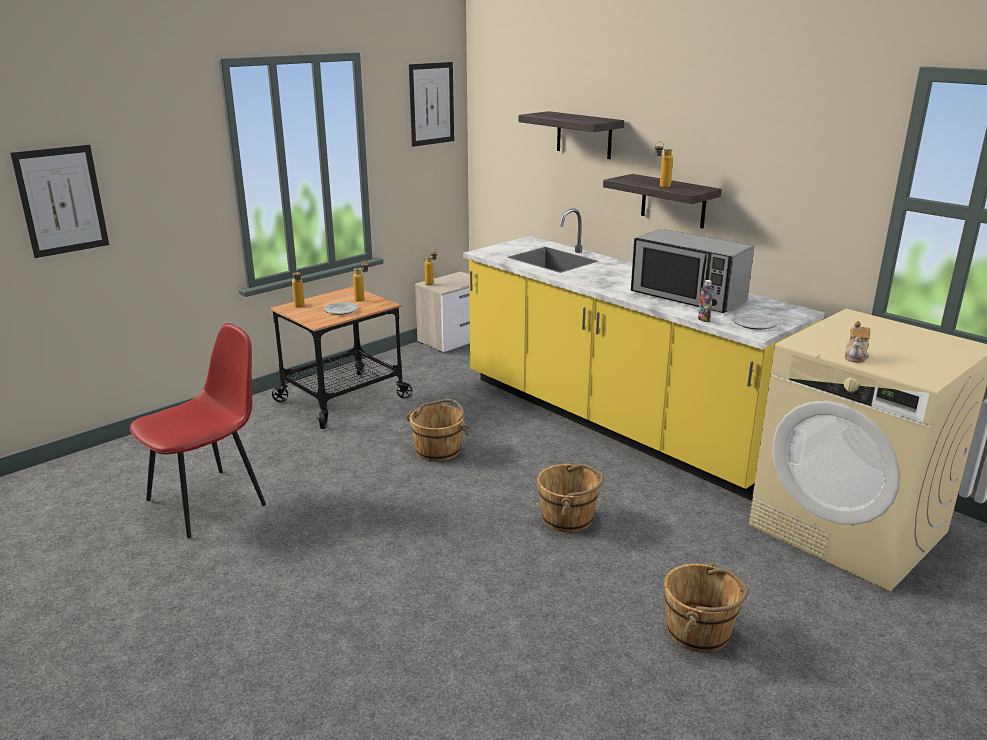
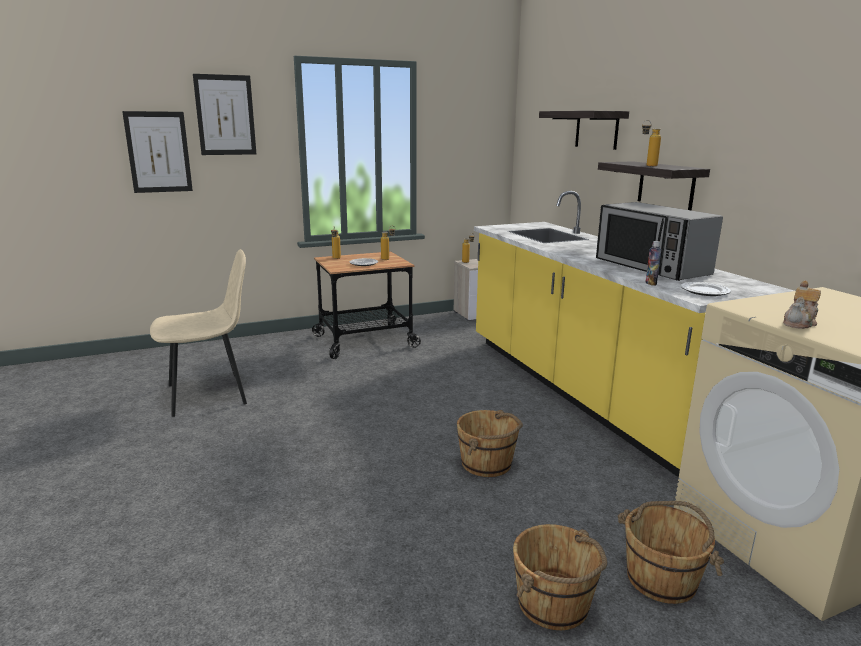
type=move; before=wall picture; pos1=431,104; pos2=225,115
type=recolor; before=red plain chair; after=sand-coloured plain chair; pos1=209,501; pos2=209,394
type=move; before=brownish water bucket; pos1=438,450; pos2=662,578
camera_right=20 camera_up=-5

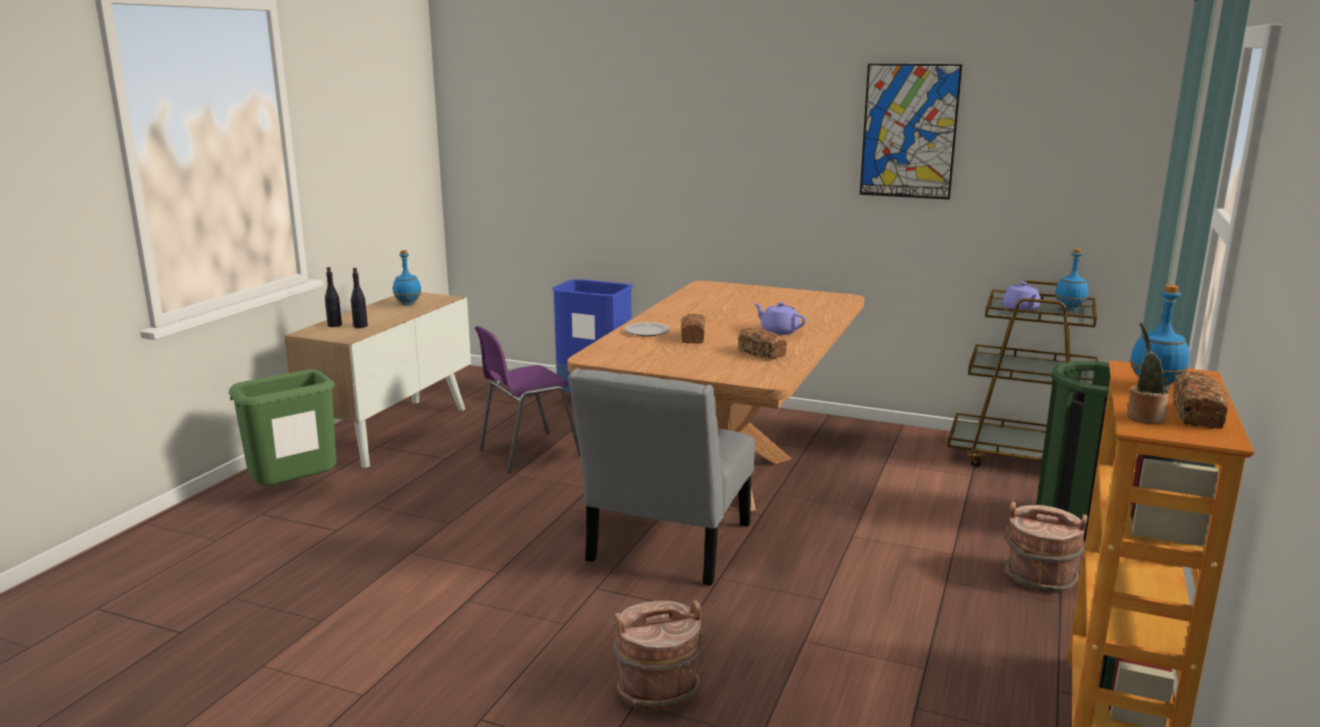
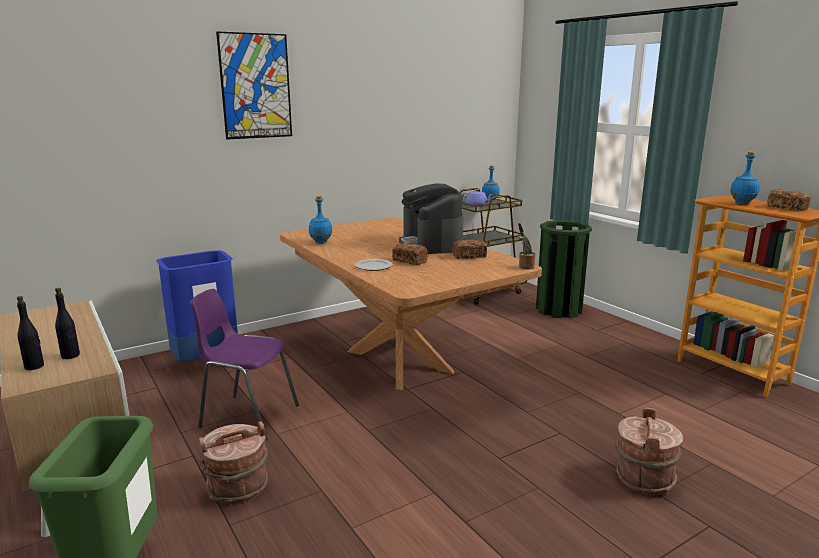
type=move; before=wall picture; pos1=909,131; pos2=255,86
type=move; before=blue-coloured drink bottle; pos1=408,304; pos2=320,242
type=replace; before=purplish tea pot; after=coffee machine; pos1=779,331; pos2=431,244
type=move; before=houseplant; pos1=1143,417; pos2=525,267
type=rotate; before=purplish plain chair; pos1=527,453; pos2=247,416; turn=105
type=delete; before=gray plain chair; pos1=666,547
type=move; before=brownish water bucket; pos1=1039,577; pos2=238,488
camera_right=-55 camera_up=0

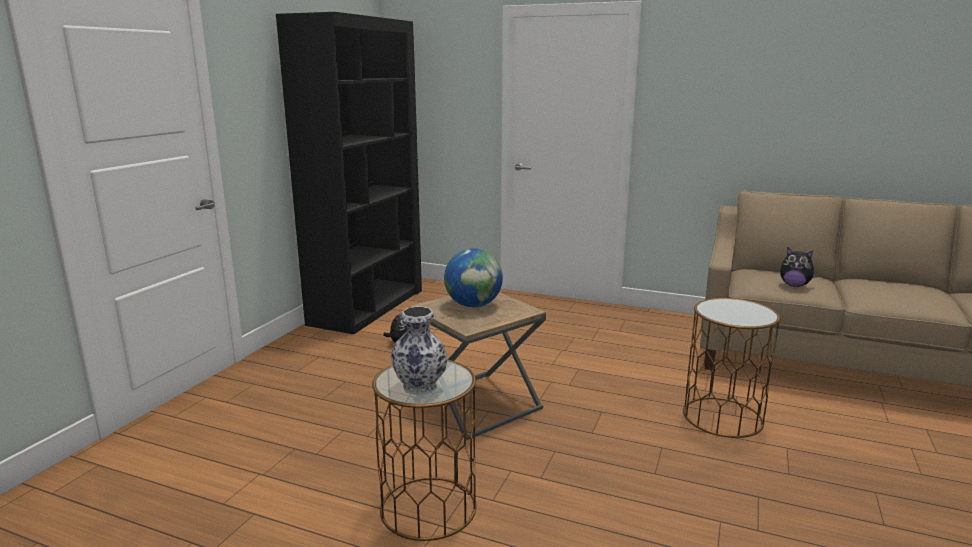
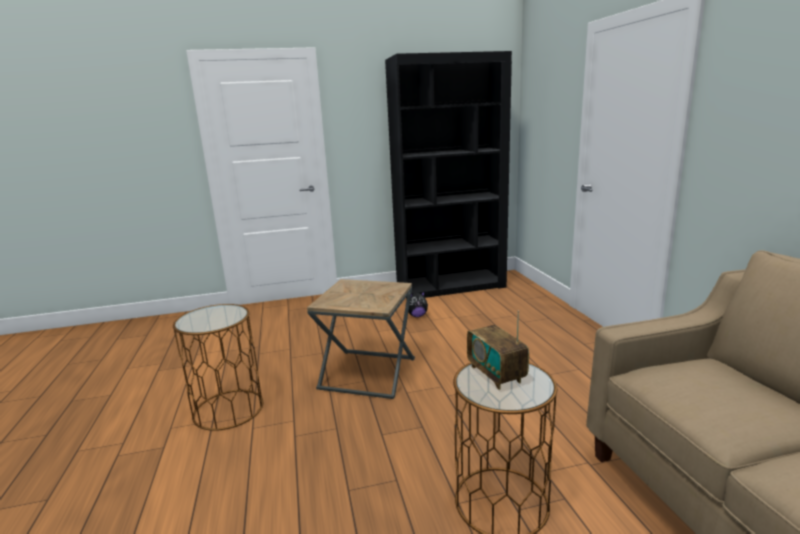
type=delete; before=desk globe; pos1=473,305
type=delete; before=plush toy; pos1=794,285
type=delete; before=flower vase; pos1=419,386
type=insert; after=radio set; pos2=496,374
camera_right=55 camera_up=0

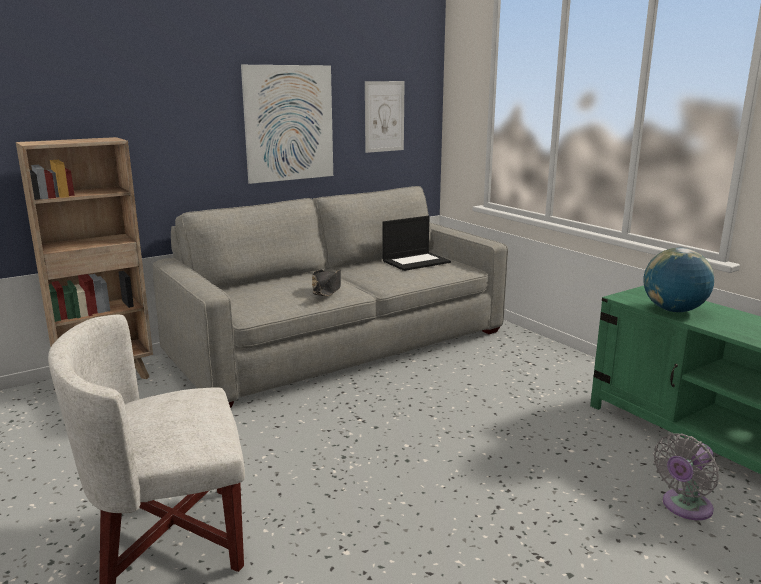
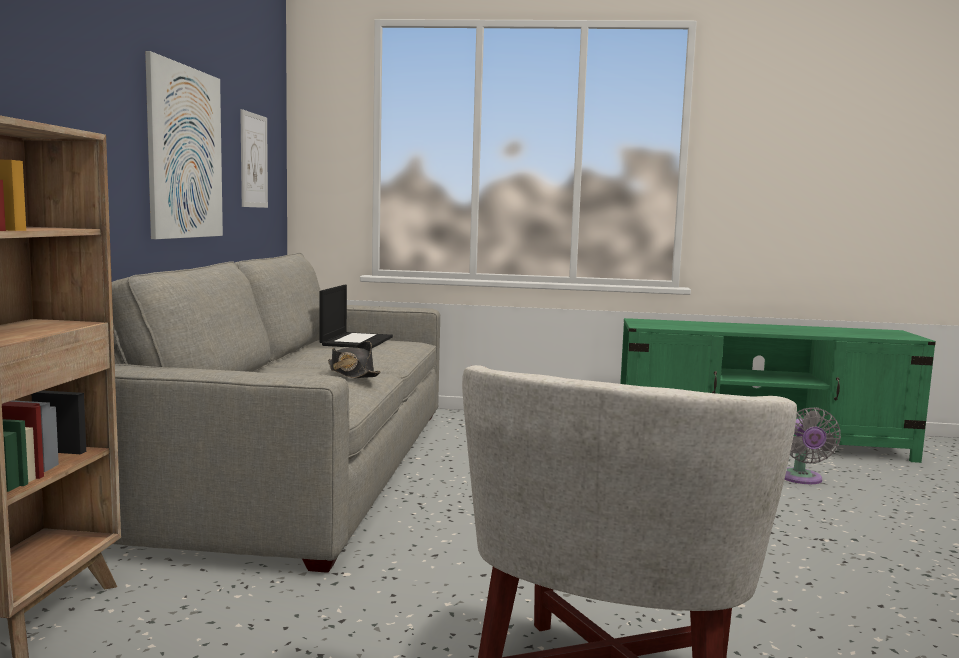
type=delete; before=desk globe; pos1=673,310
camera_right=-50 camera_up=-10

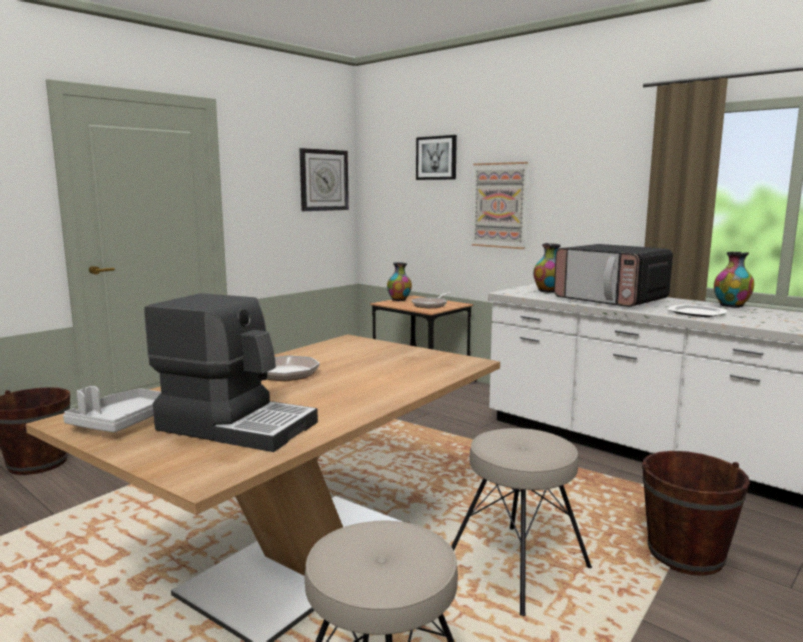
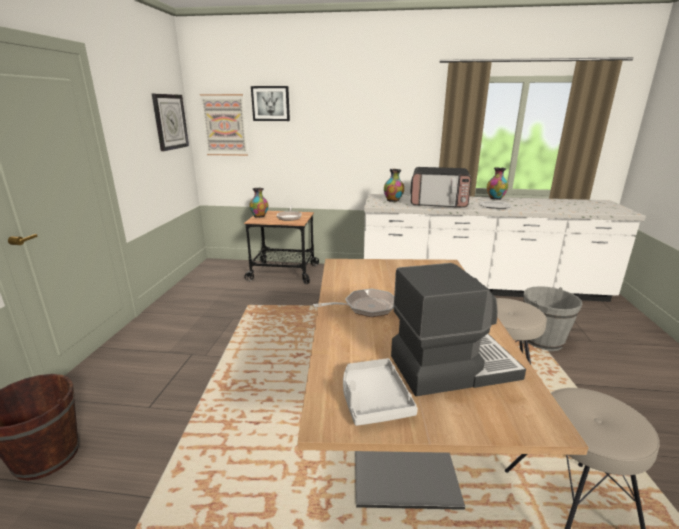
type=move; before=wall picture; pos1=499,205; pos2=225,125
type=recolor; before=brownish water bucket; after=gray water bucket; pos1=685,555; pos2=542,340
camera_right=-35 camera_up=10

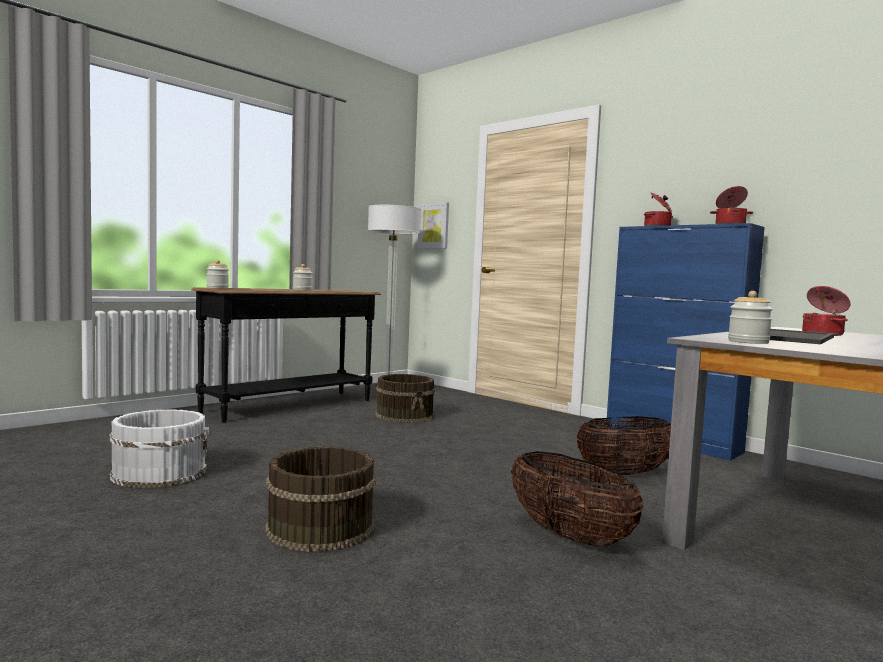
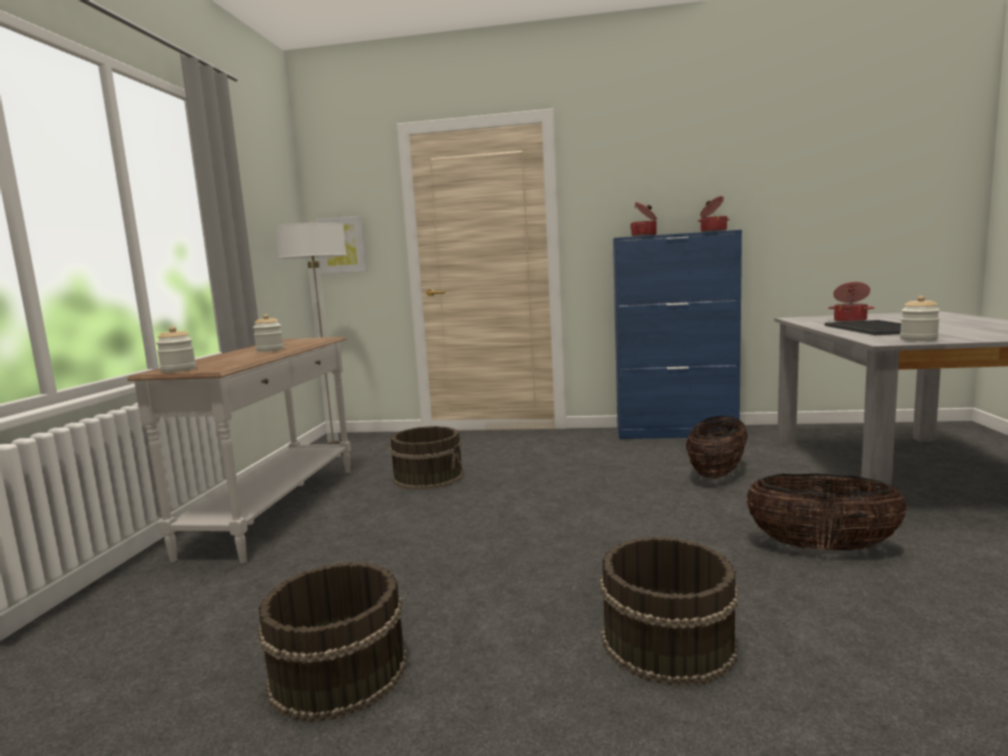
type=recolor; before=black-coloured hall table; after=whitish hall table; pos1=290,406; pos2=278,509
type=recolor; before=whitish water bucket; after=brownish water bucket; pos1=160,472; pos2=338,671
camera_right=-35 camera_up=5

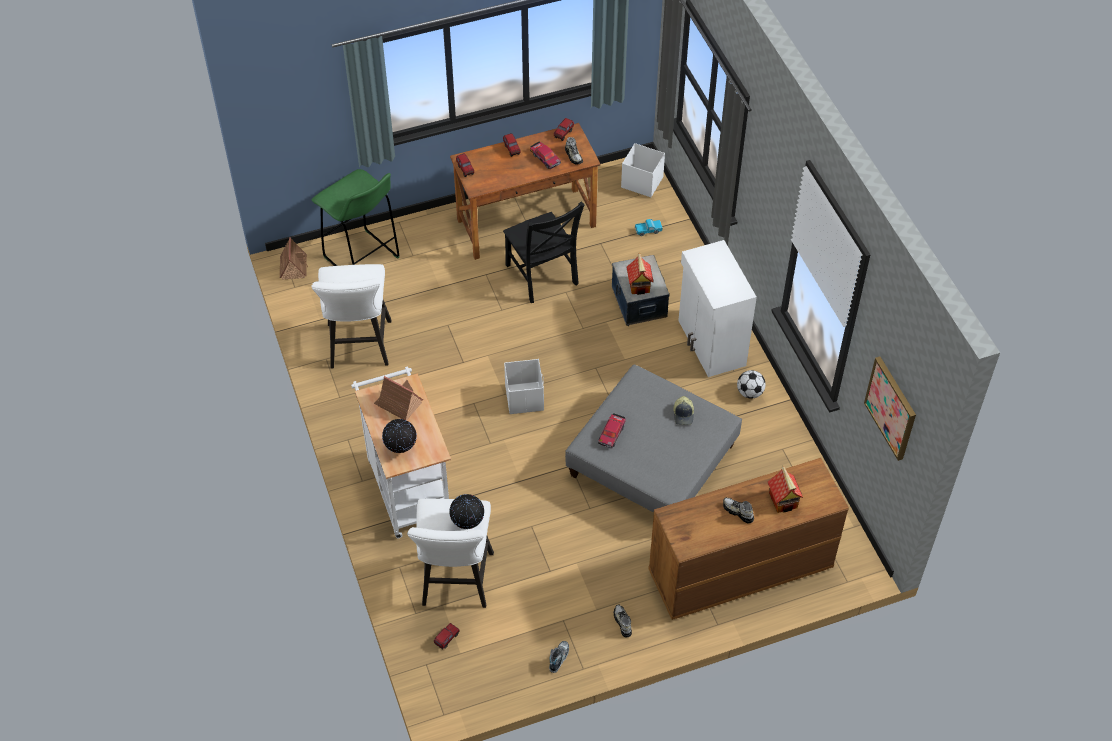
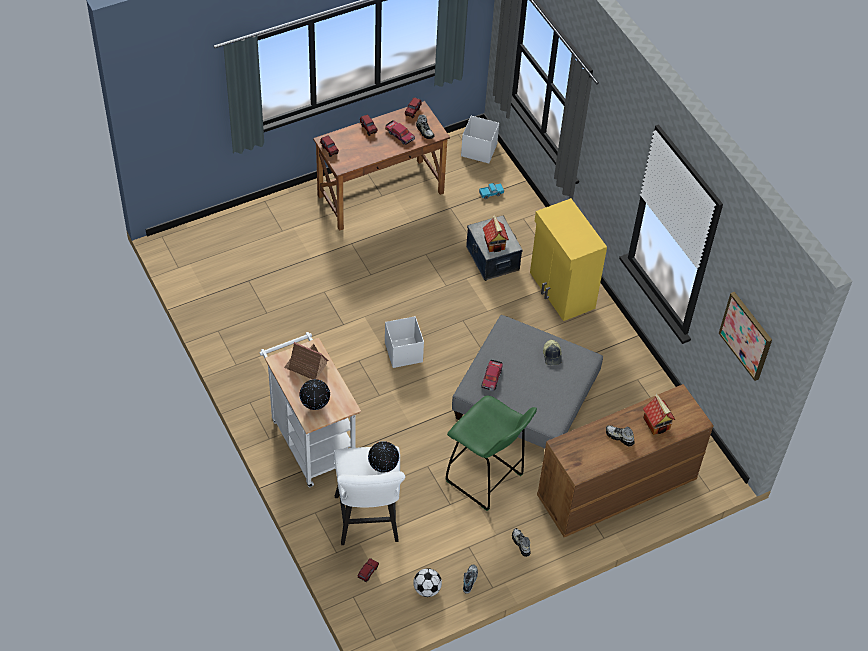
type=move; before=green-coloured stool seat; pos1=363,259; pos2=486,479
type=delete; before=black-coloured plain chair; pos1=542,277
type=delete; before=model house; pos1=293,266
type=recolor; before=whitish cupboard; after=yellowish cupboard; pos1=710,343; pos2=561,291
type=delete; before=whitish stool seat; pos1=359,348
type=move; before=football ball; pos1=750,392; pos2=427,589
camera_right=-10 camera_up=0

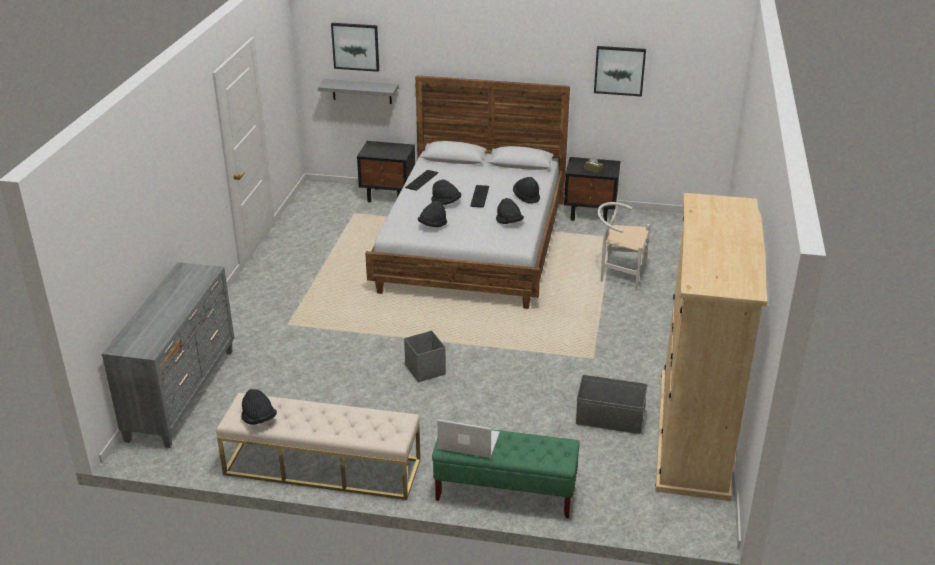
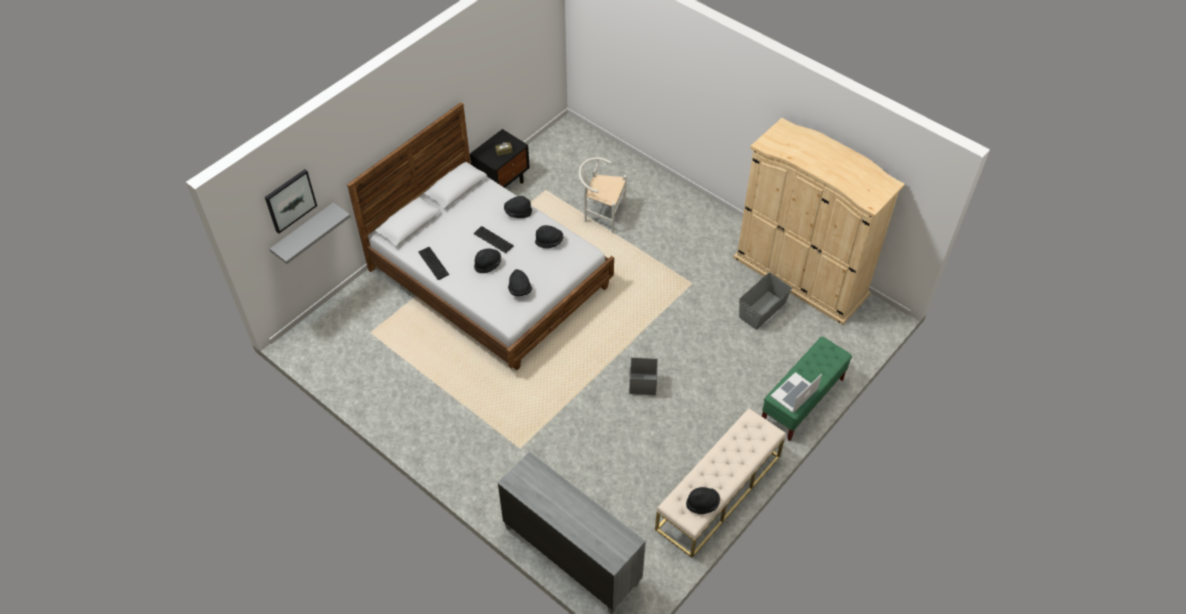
type=delete; before=wall picture; pos1=619,70
type=delete; before=black-coloured nightstand; pos1=388,196
type=rotate; before=whitish plain chair; pos1=618,275; pos2=601,214; turn=60
camera_right=-60 camera_up=20

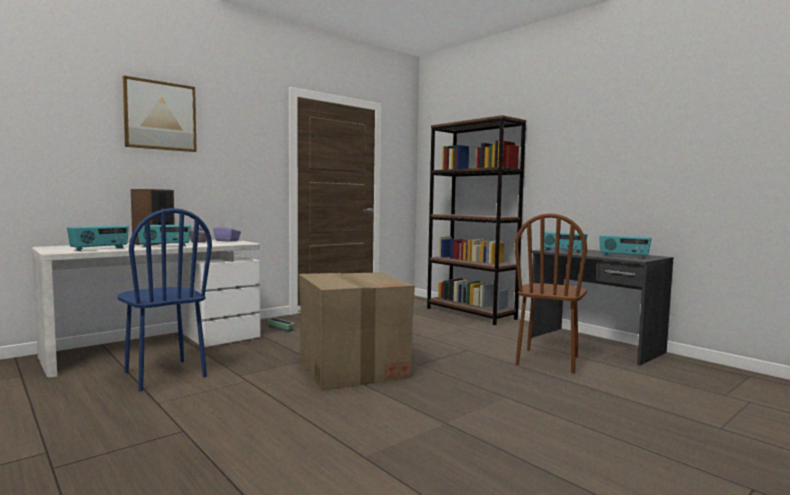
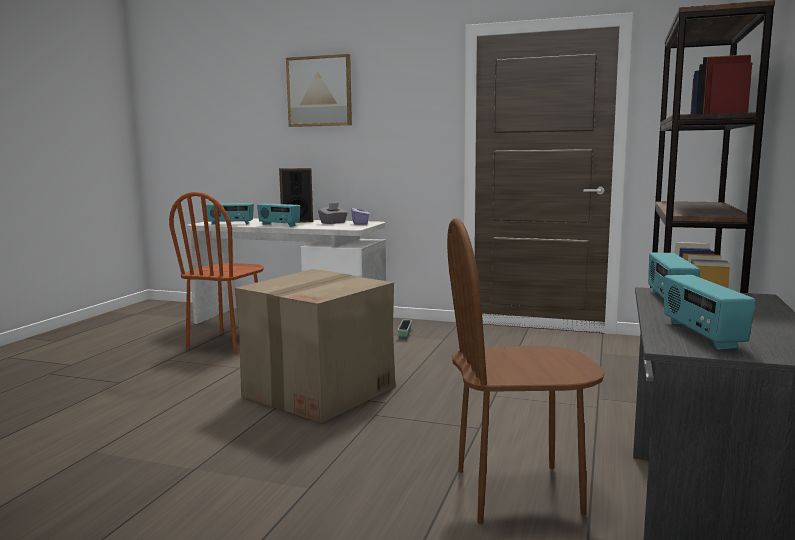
type=recolor; before=blue-coloured plain chair; after=brownish plain chair; pos1=164,374; pos2=227,343
camera_right=60 camera_up=5

